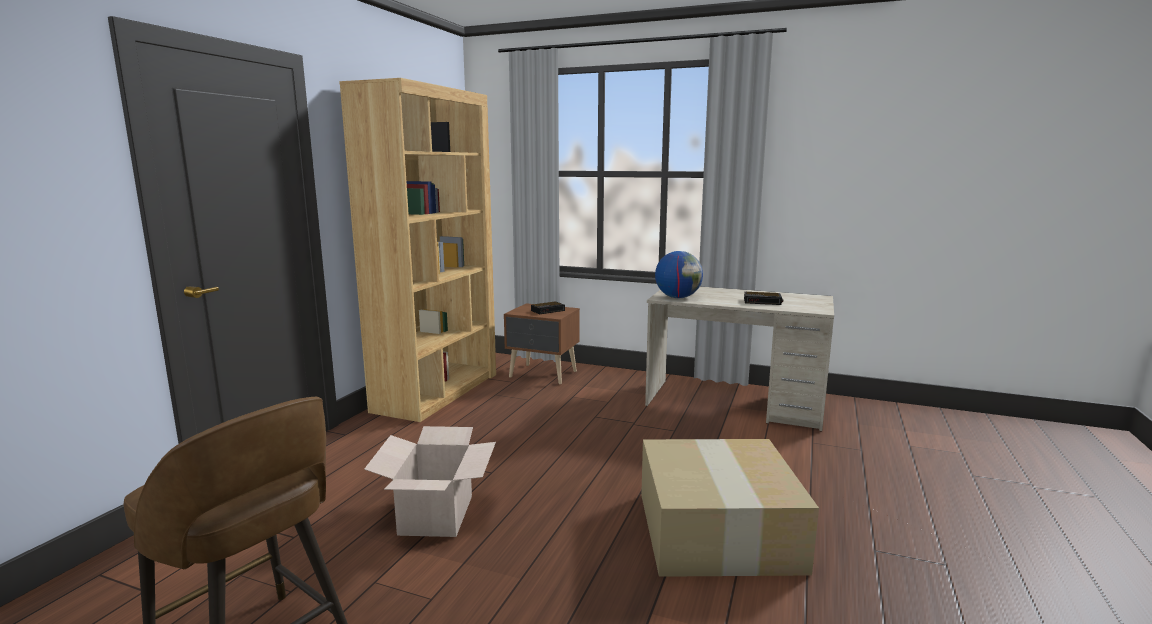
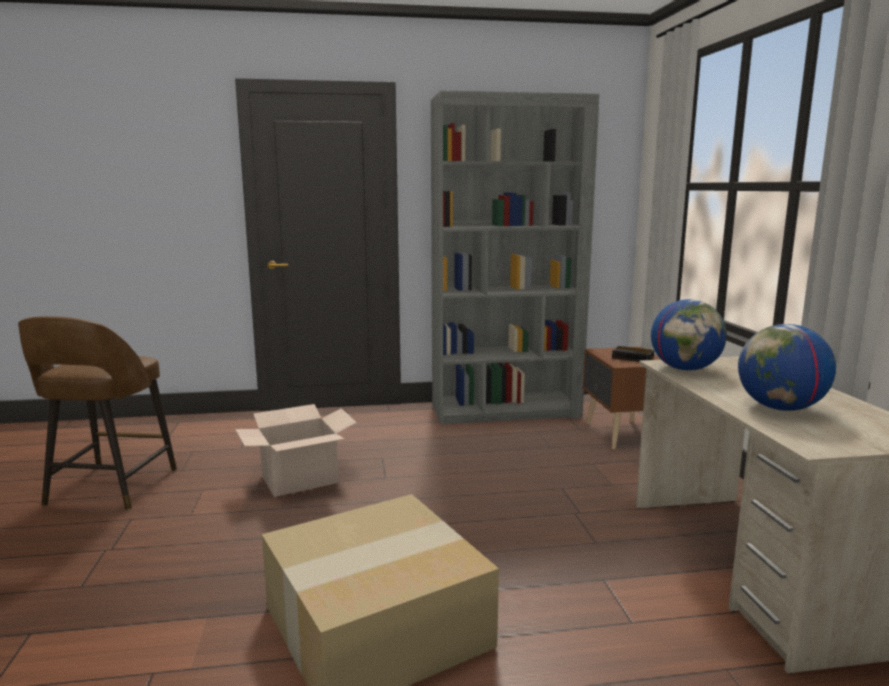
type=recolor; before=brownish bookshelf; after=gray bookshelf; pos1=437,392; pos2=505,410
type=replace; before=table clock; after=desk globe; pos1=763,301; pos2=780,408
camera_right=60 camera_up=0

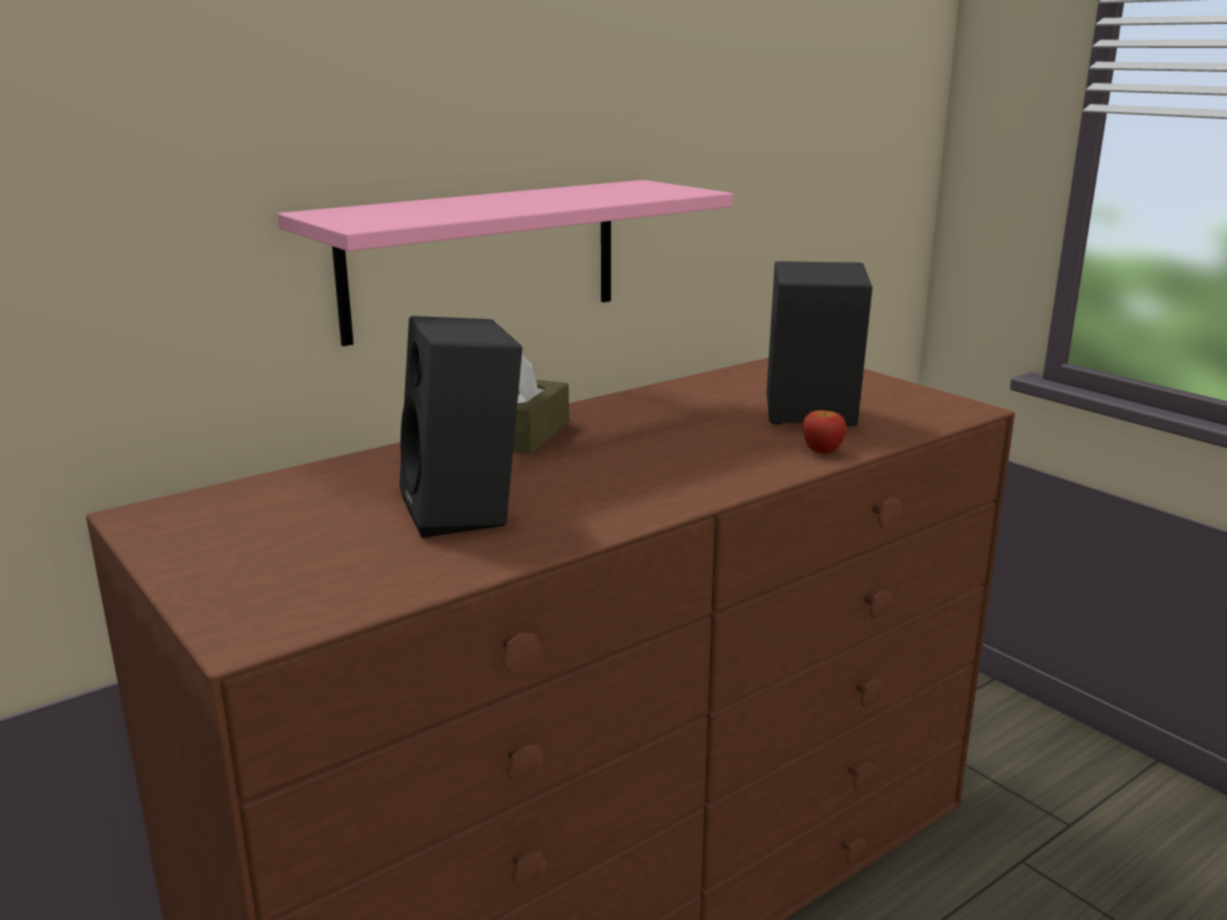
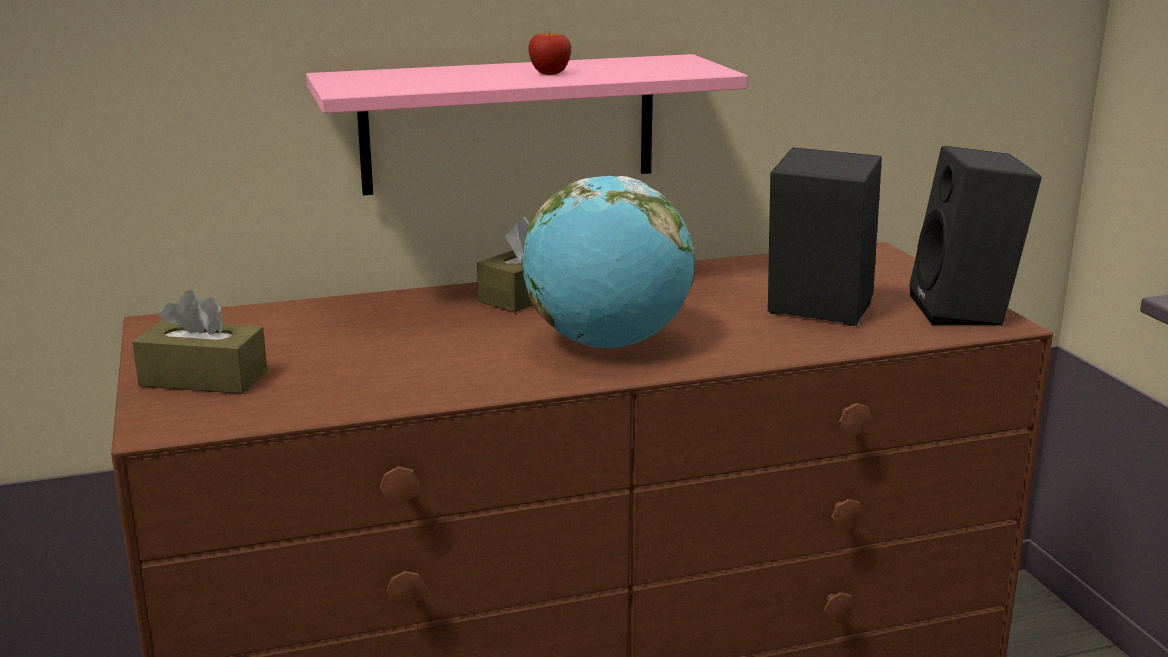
type=move; before=black-coloured audio speaker; pos1=466,512; pos2=966,312
type=move; before=whole apple; pos1=822,451; pos2=550,73
type=insert; after=desk globe; pos2=608,344
type=insert; after=brownish tissue holder; pos2=204,378
camera_right=20 camera_up=0

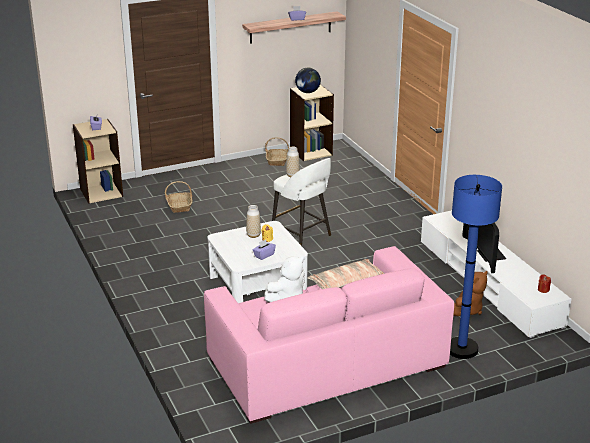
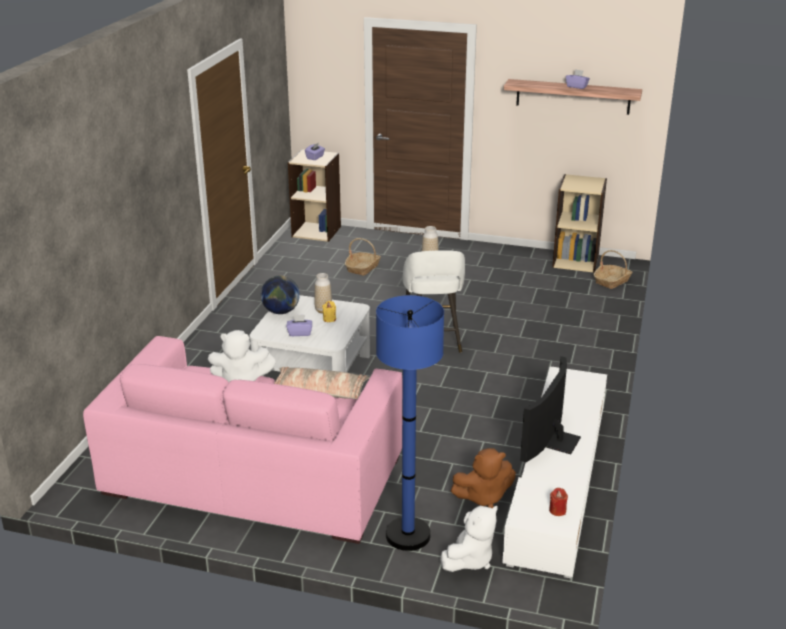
type=move; before=desk globe; pos1=307,92; pos2=281,311
type=move; before=household basket; pos1=277,160; pos2=612,281
type=insert; after=whitish plush toy; pos2=470,559
camera_right=40 camera_up=0

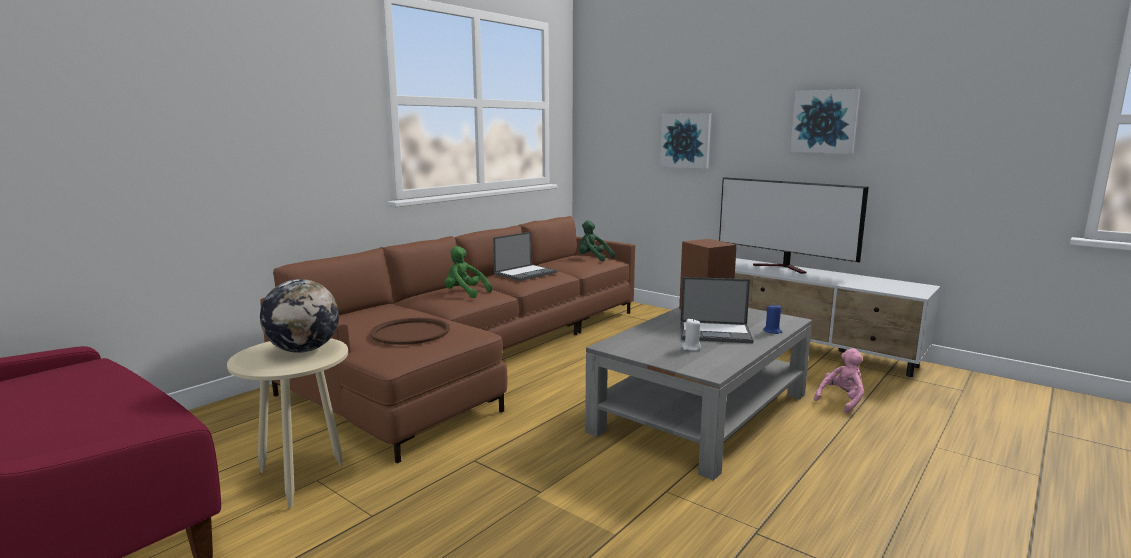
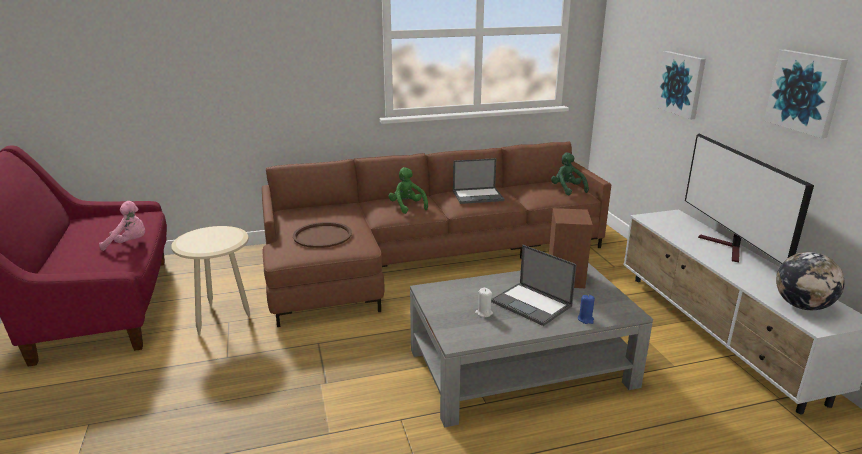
type=move; before=desk globe; pos1=304,350; pos2=802,306
type=move; before=pink-coloured plush toy; pos1=842,401; pos2=129,243
camera_right=35 camera_up=10

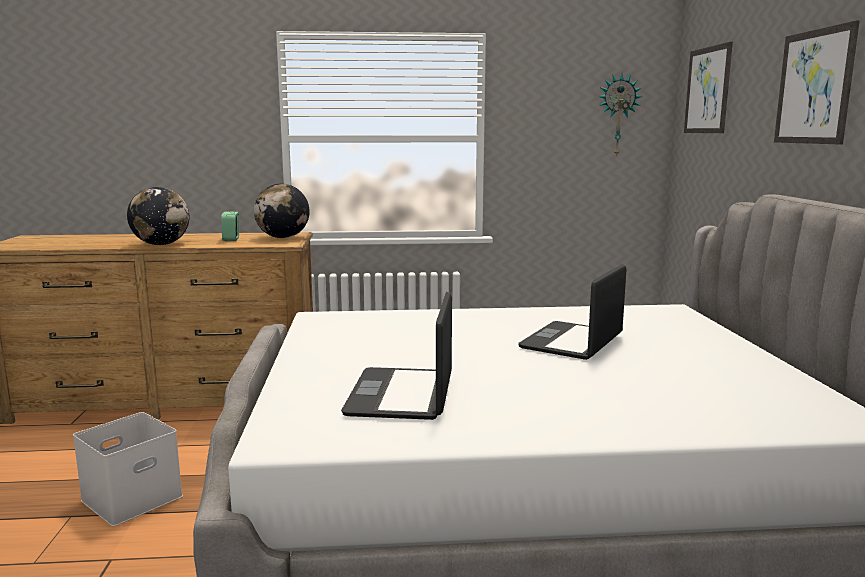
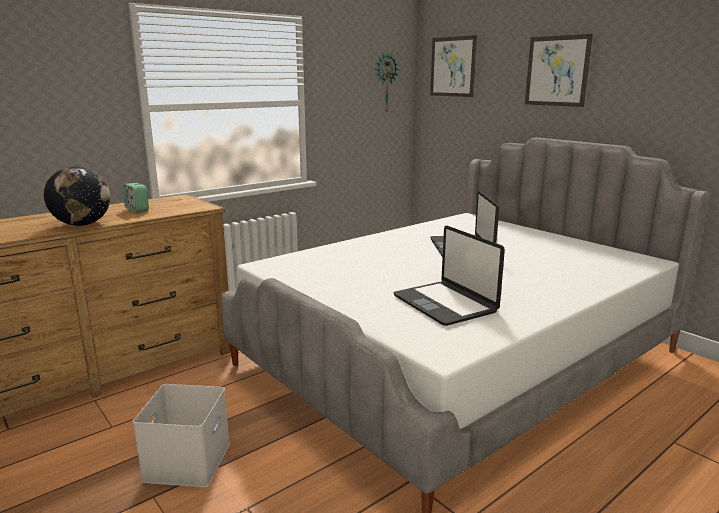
type=delete; before=desk globe; pos1=283,237
camera_right=-35 camera_up=5

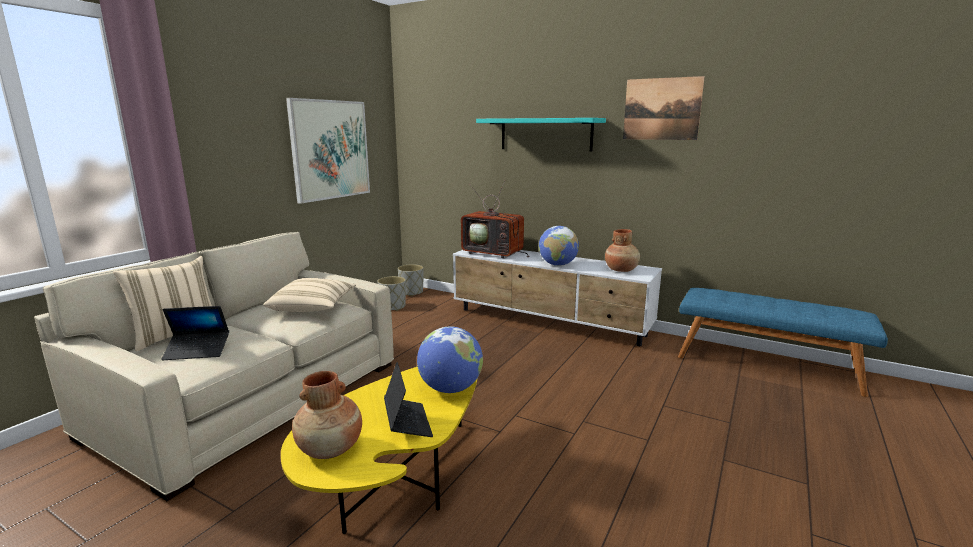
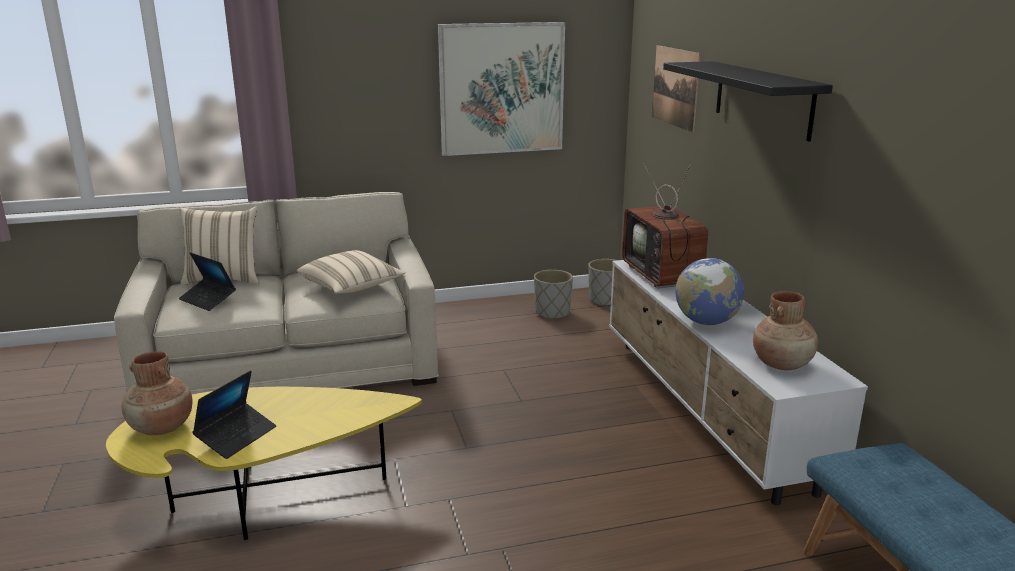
type=move; before=wall picture; pos1=661,109; pos2=675,87
type=recolor; before=blue-green wall shelf; after=black-coloured wall shelf; pos1=545,134; pos2=762,98
type=delete; before=desk globe; pos1=450,389
camera_right=45 camera_up=5

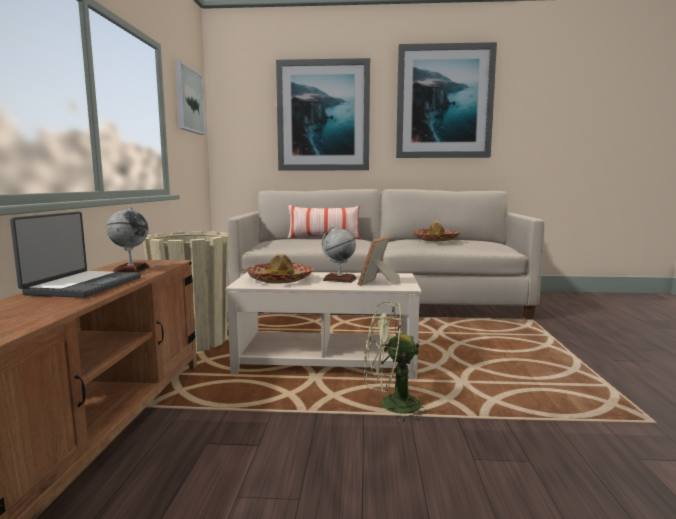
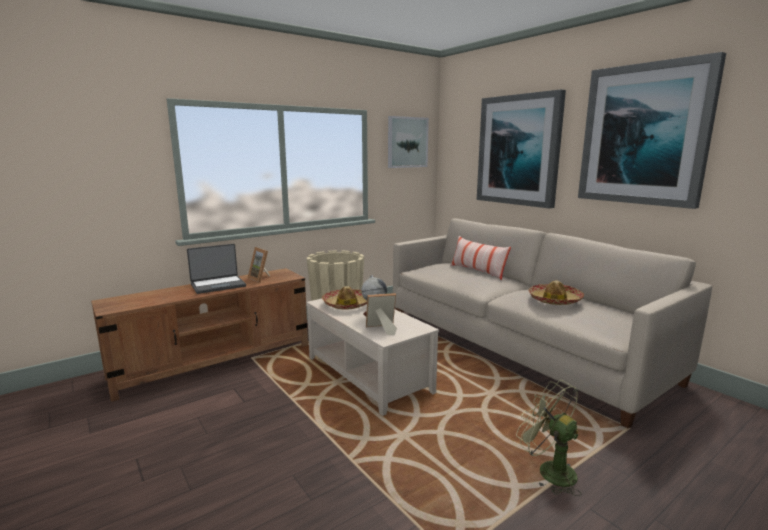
type=replace; before=desk globe; after=standing frame; pos1=131,270; pos2=261,278
type=move; before=green-coloured fan; pos1=391,406; pos2=549,470
camera_right=50 camera_up=5

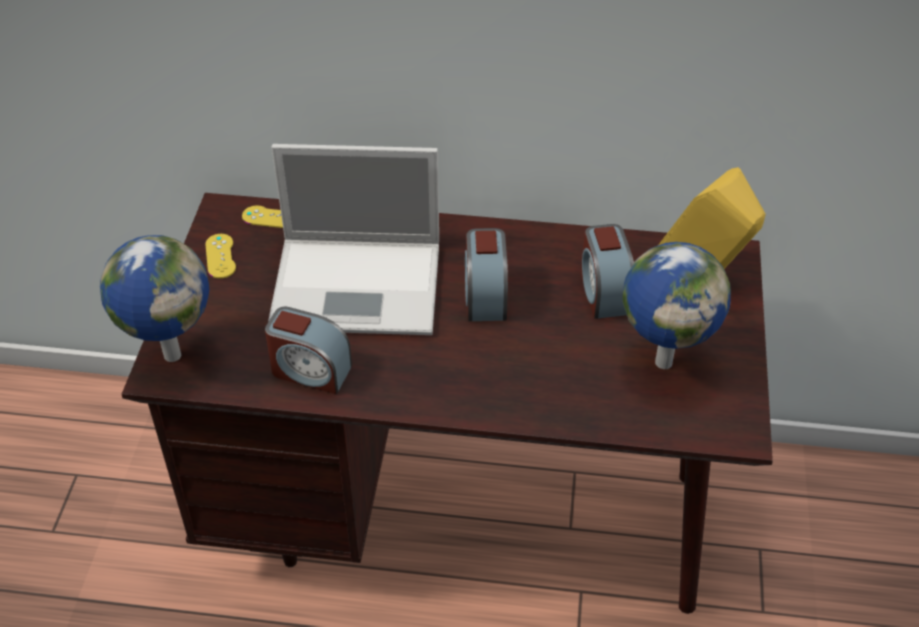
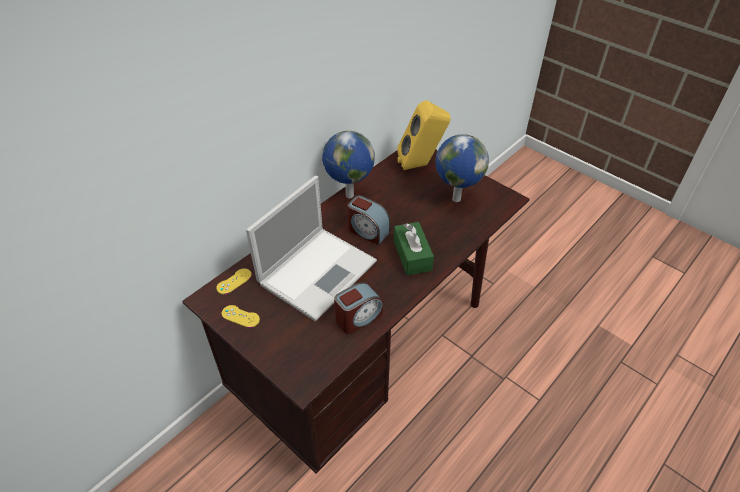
type=delete; before=table clock; pos1=604,291
type=move; before=desk globe; pos1=171,354; pos2=348,195
type=insert; after=green-coloured tissue holder; pos2=412,255
camera_right=-55 camera_up=0

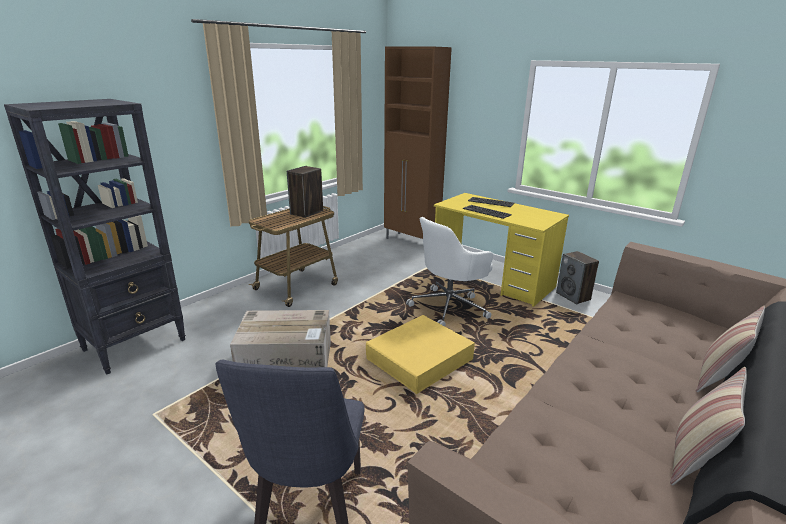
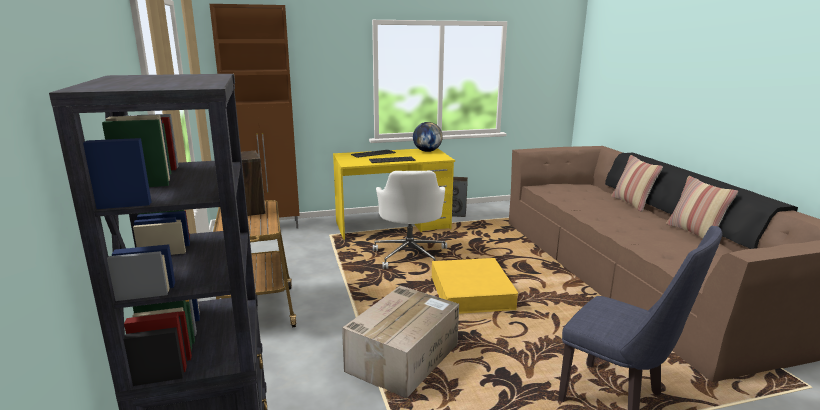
type=insert; after=desk globe; pos2=427,151
camera_right=-55 camera_up=-5

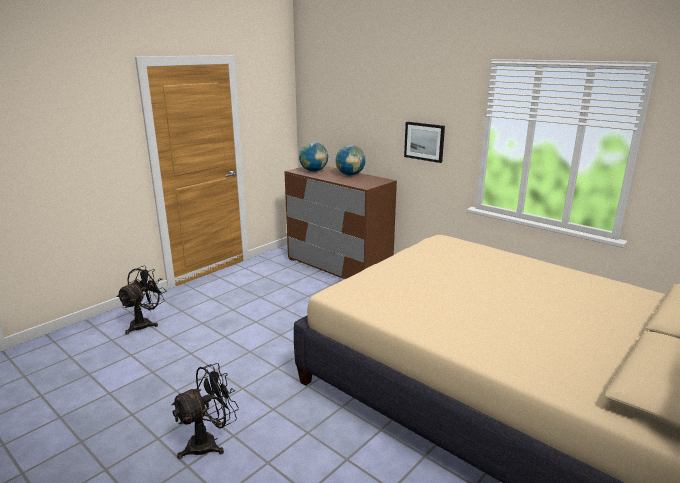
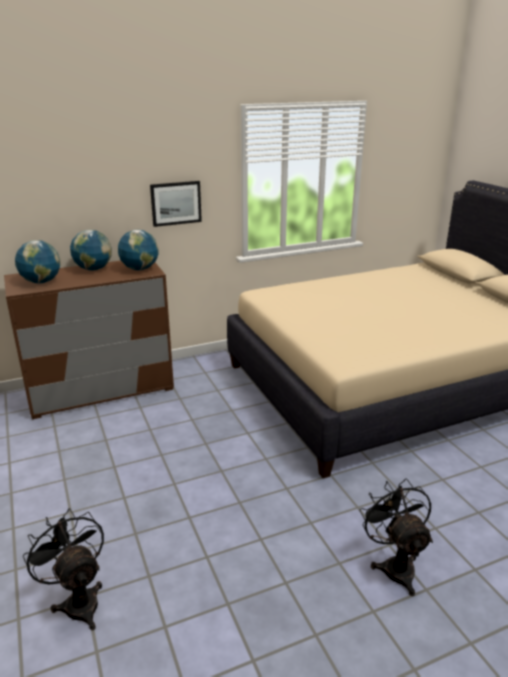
type=insert; after=desk globe; pos2=140,269
camera_right=-65 camera_up=5

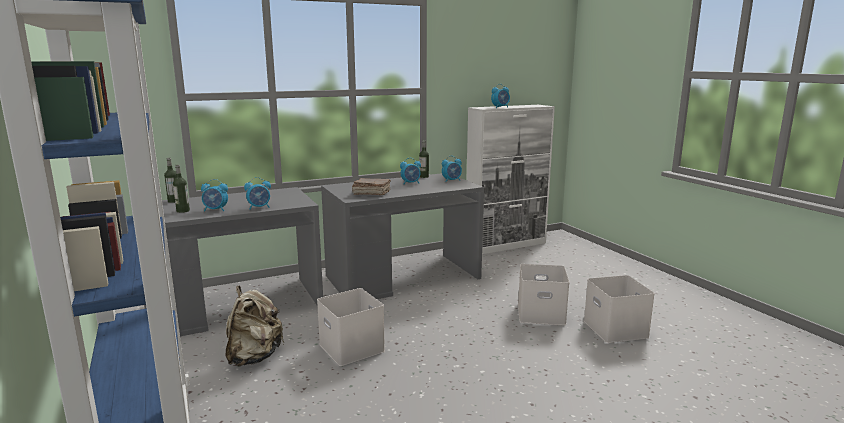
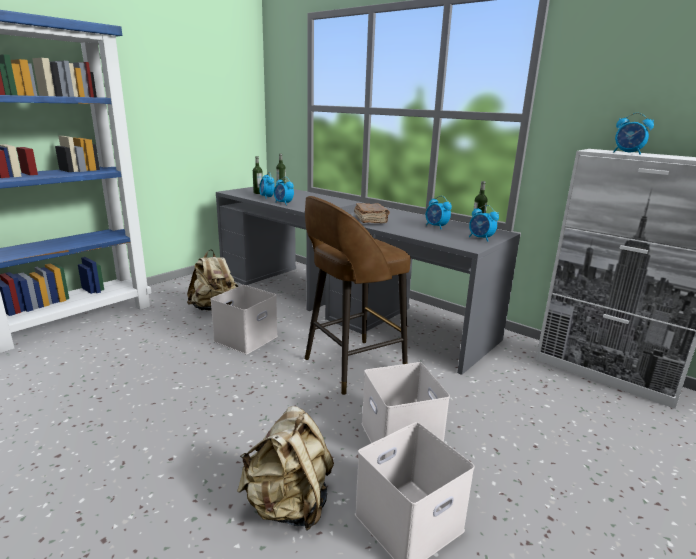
type=insert; after=brownish stool seat; pos2=351,366
type=insert; after=sand-coloured rucksack; pos2=289,505
camera_right=65 camera_up=5

